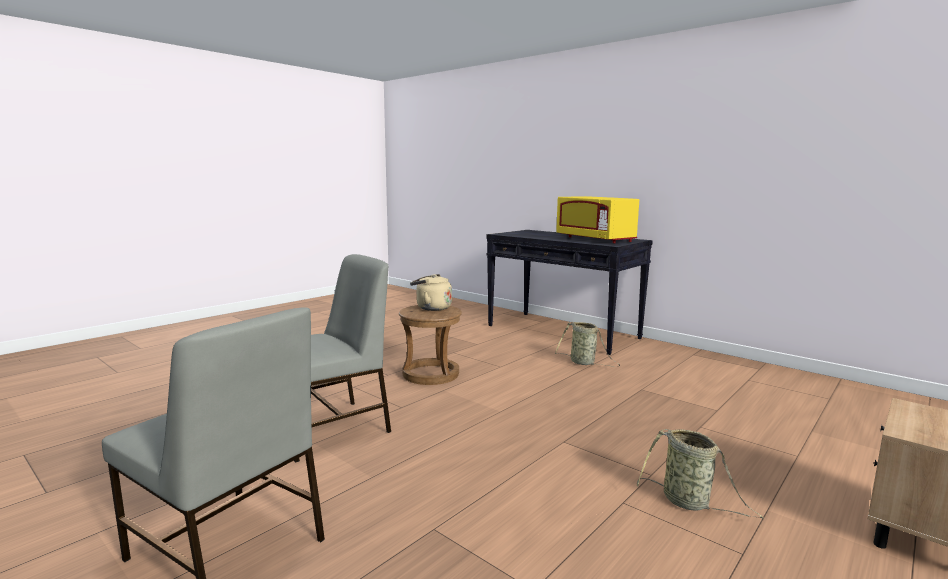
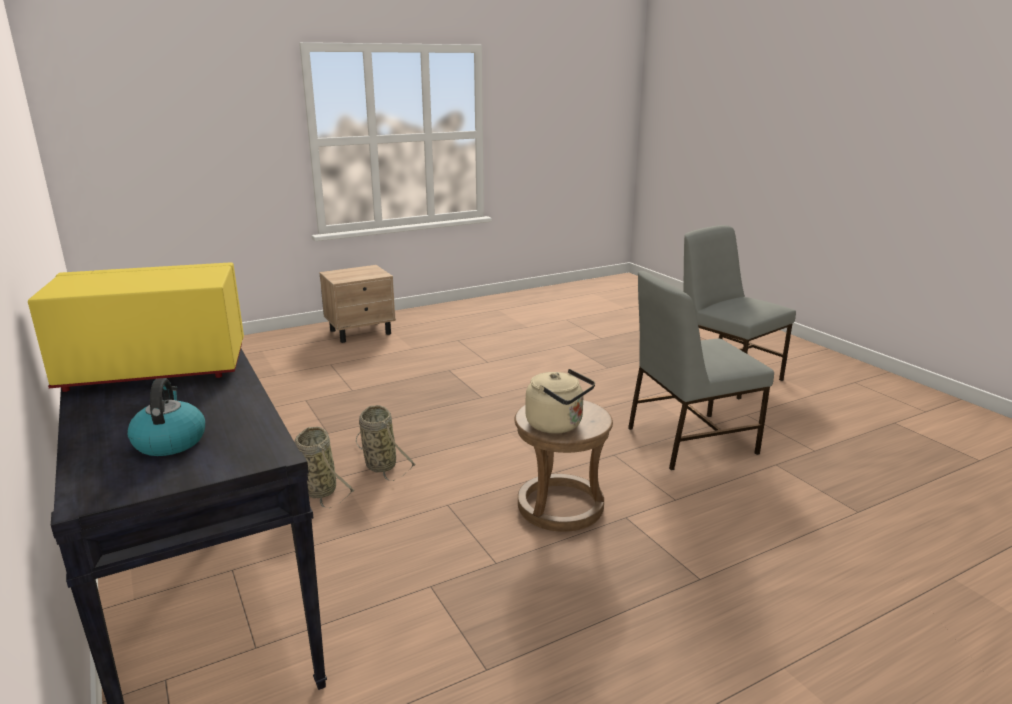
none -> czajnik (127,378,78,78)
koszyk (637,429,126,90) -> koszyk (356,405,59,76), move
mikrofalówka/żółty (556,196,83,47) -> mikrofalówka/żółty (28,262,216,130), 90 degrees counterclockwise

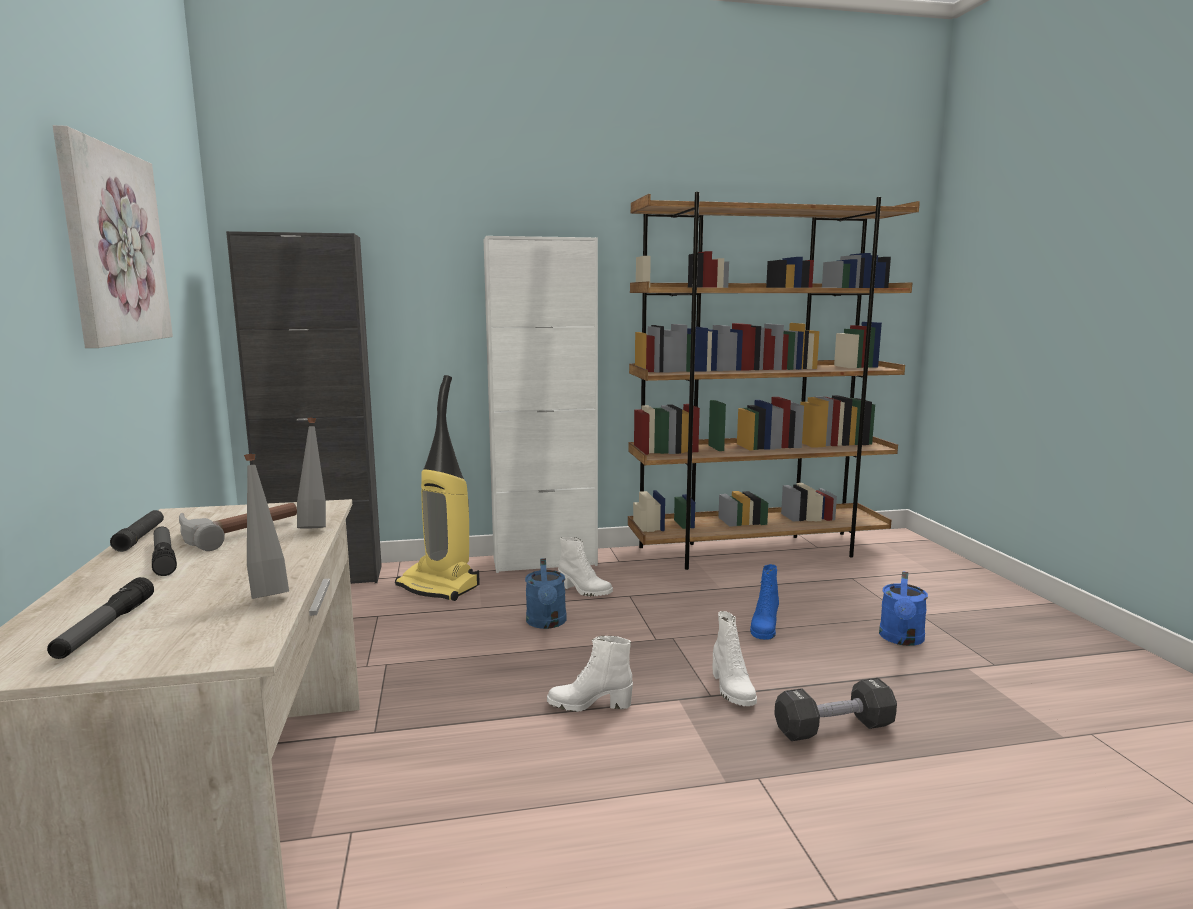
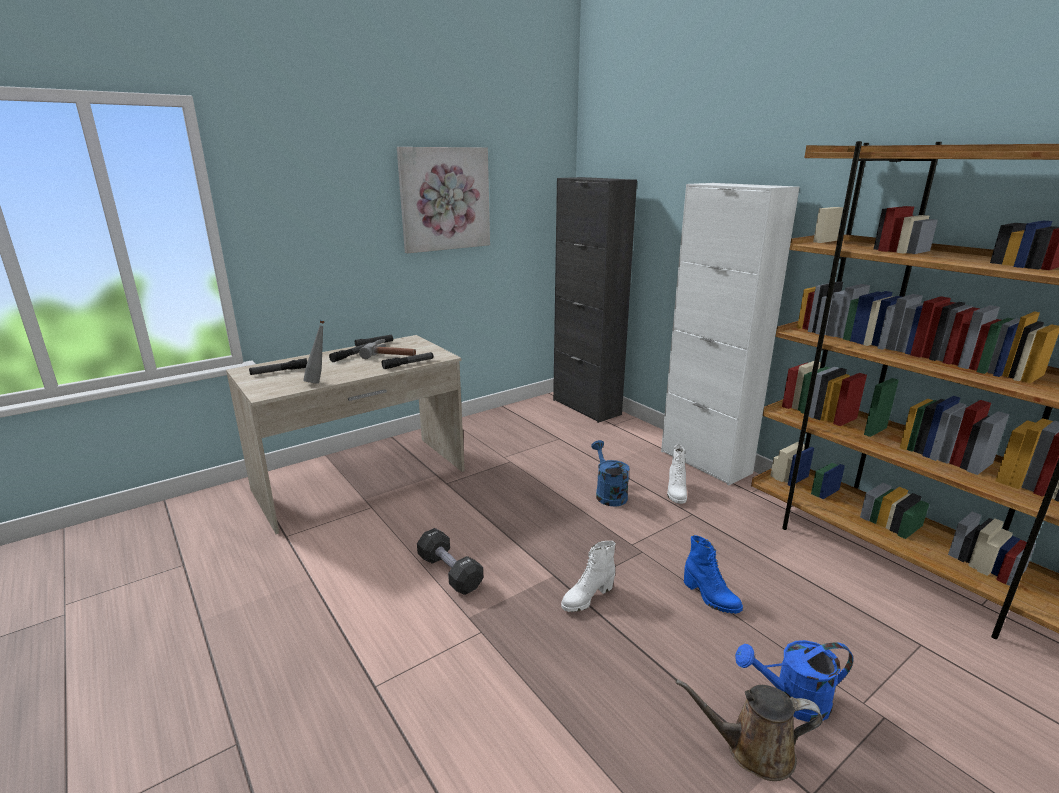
odkurzacz (395,375,85,226) -> none
but z cholewką/biały (547,636,86,76) -> none
none -> konewka/brązowy (676,679,147,102)
hantel/czarny (774,678,123,63) -> hantel/czarny (417,528,66,67), move
butelka/szary (297,418,29,111) -> latarka (382,352,51,17)
konewka/niebieski (525,558,42,71) -> konewka/niebieski (591,440,39,67), 105 degrees clockwise
but z cholewką/niebieski (750,564,29,76) -> but z cholewką/niebieski (684,535,59,79), 120 degrees counterclockwise

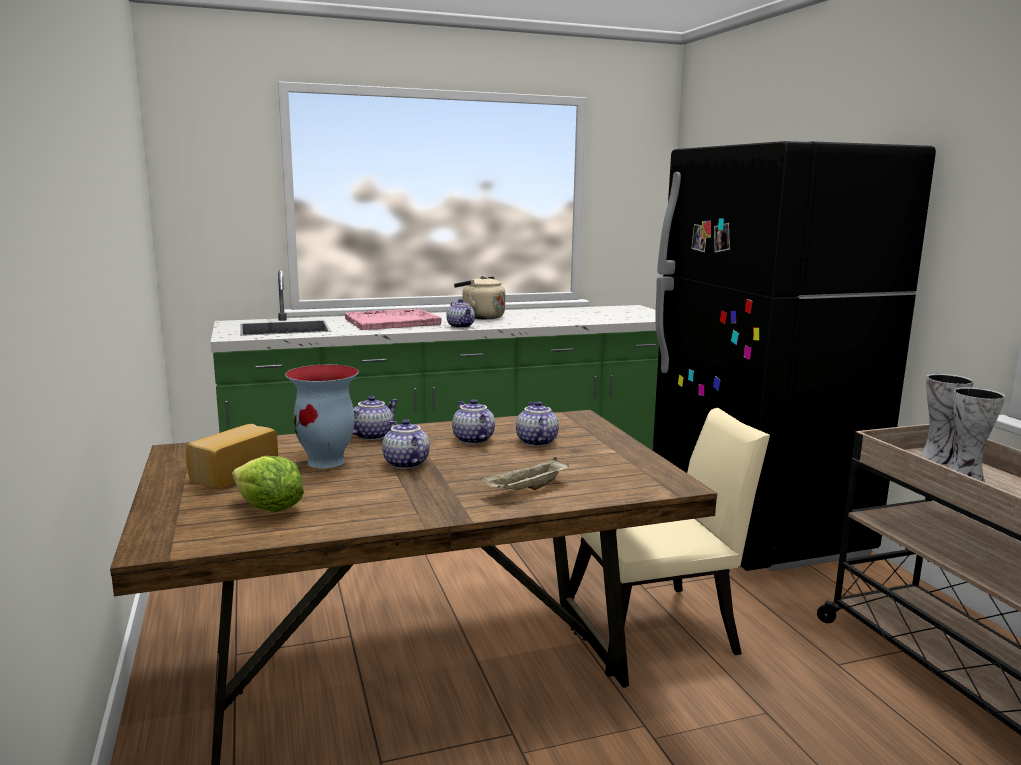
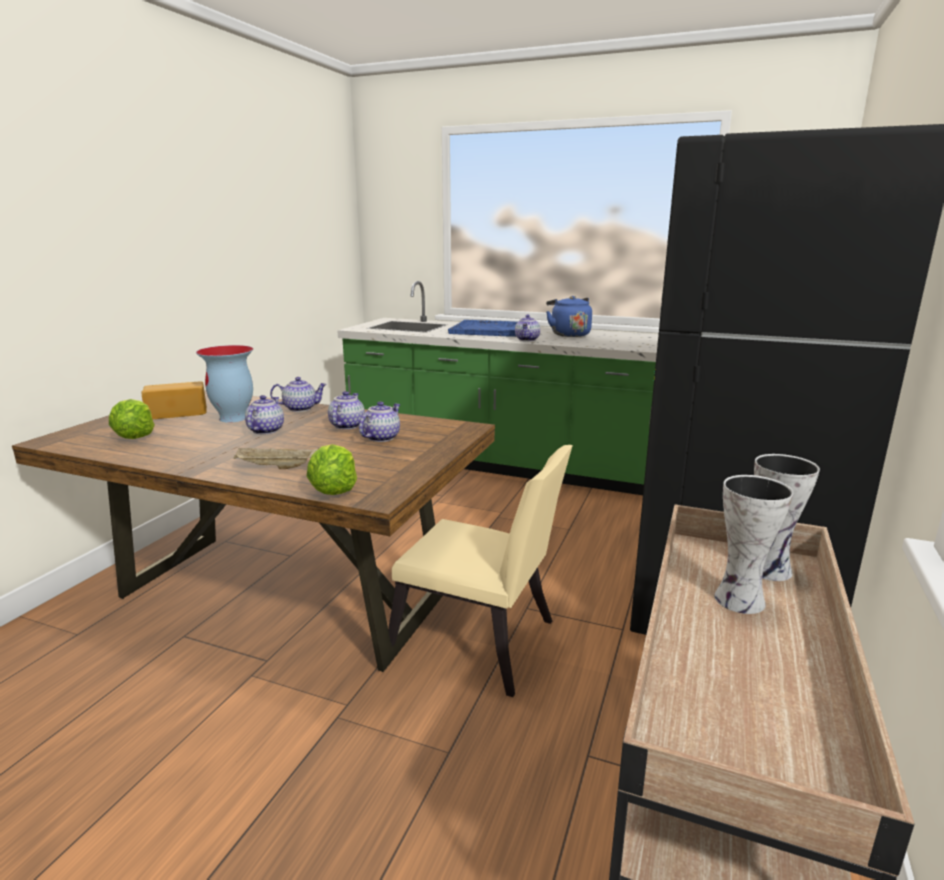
none -> sałata (307,444,50,51)
taca/różowy (345,309,97,21) -> taca/niebieski (448,320,69,17)
czajnik/beżowy (454,275,51,44) -> czajnik/niebieski (546,296,46,41)

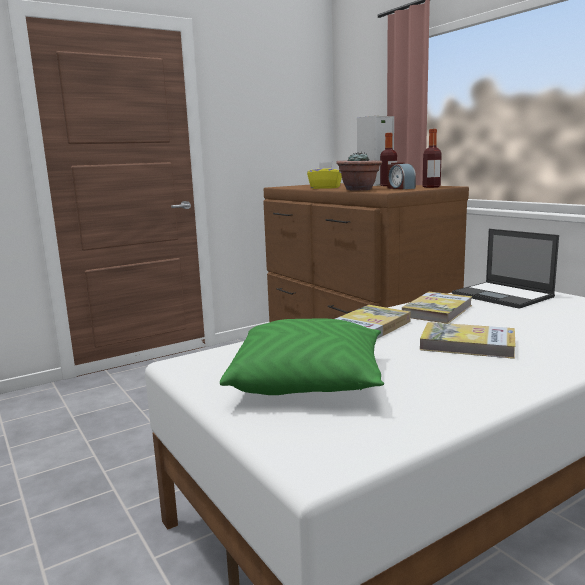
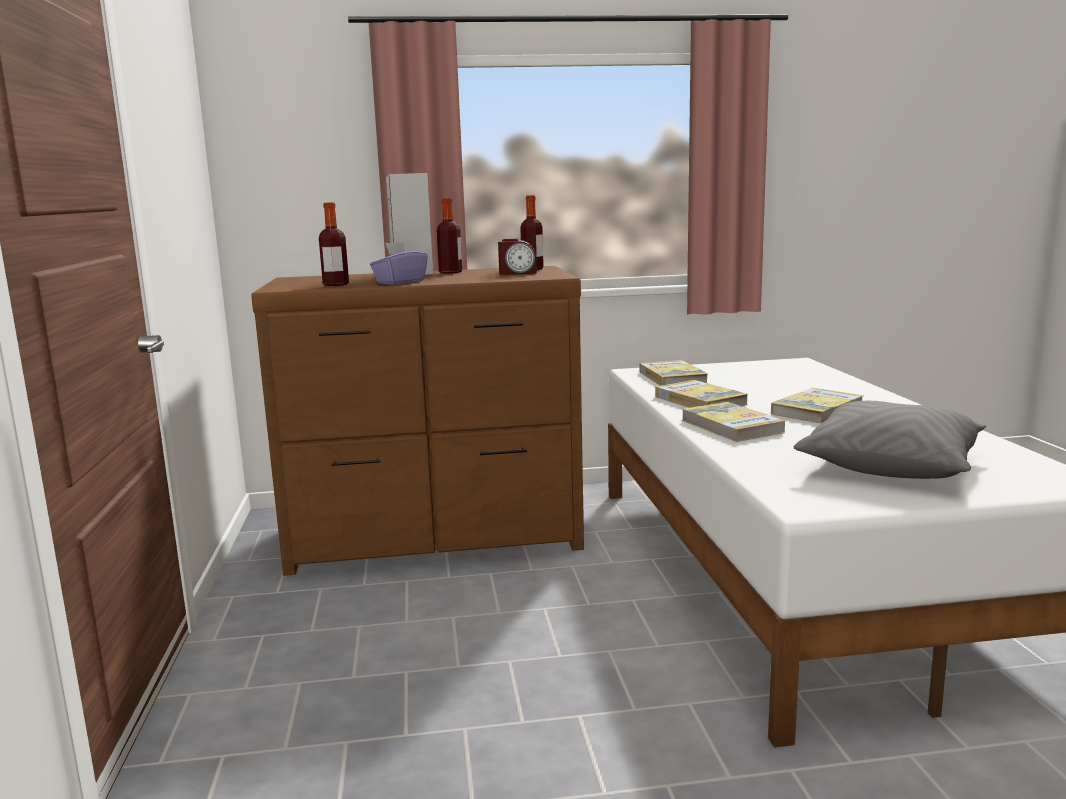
roślina doniczkowa (336,152,46,38) -> none
none -> butelka (319,202,30,84)
laptop (452,229,107,80) -> książka (640,360,68,26)
poduszka/zielony (220,318,164,77) -> poduszka/szary (794,401,192,78)
pudełko chusteczek/żółty (307,162,35,27) -> pudełko chusteczek/fioletowy (370,241,58,44)

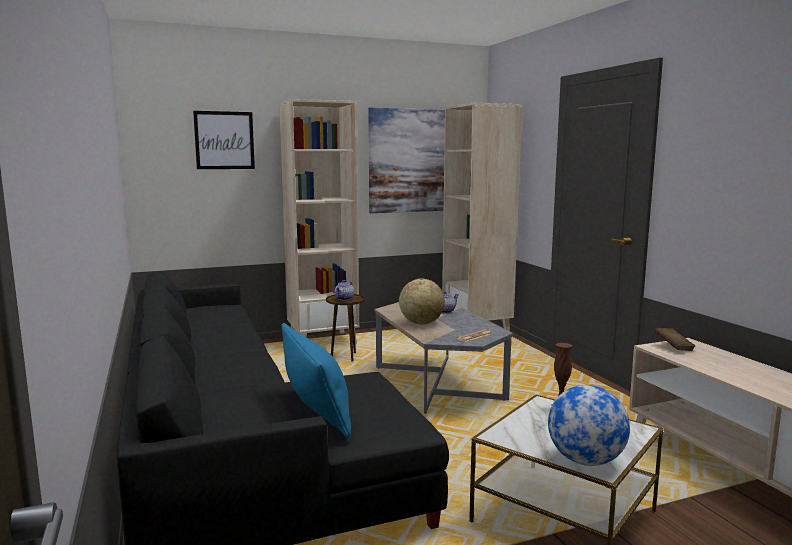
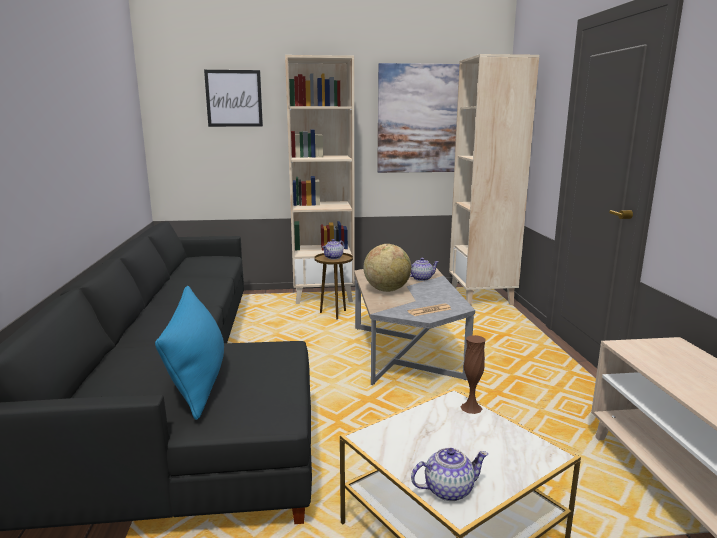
książka/brązowy (654,328,41,23) -> none
globus (548,385,82,81) -> imbryk (411,448,77,53)

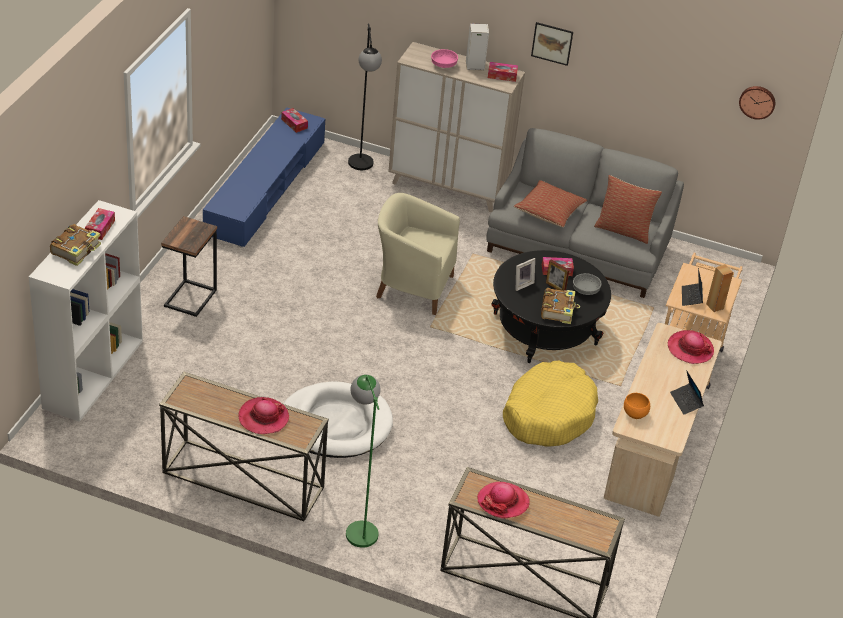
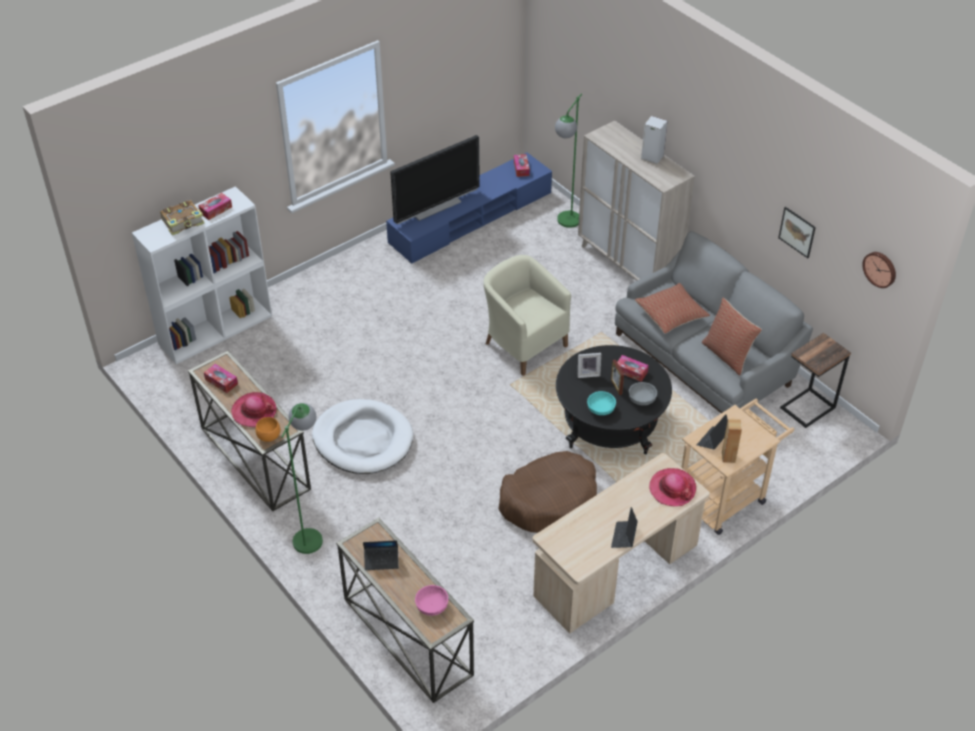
none -> telewizor (390,135,90,89)
stolik (161,216,56,101) -> stolik (780,333,71,95), move
miska/różowy (431,49,27,19) -> miska/różowy (415,585,33,31), move
pudełko chusteczek (488,62,30,20) -> pudełko chusteczek (204,364,34,29), move
obraz (531,22,42,44) -> obraz (778,207,38,51), move
miska/pomarańczowy (624,393,26,26) -> miska/pomarańczowy (256,417,24,25), move
kapelusz (477,482,53,37) -> laptop (363,540,36,30)
książka (541,288,39,36) -> miska/turkusowy (587,391,29,24)
lampa stojąca/czarny (348,23,34,147) -> lampa stojąca/zielony (555,93,27,135)
legowisko/żółty (503,361,95,85) -> legowisko/brązowy (498,451,99,82)

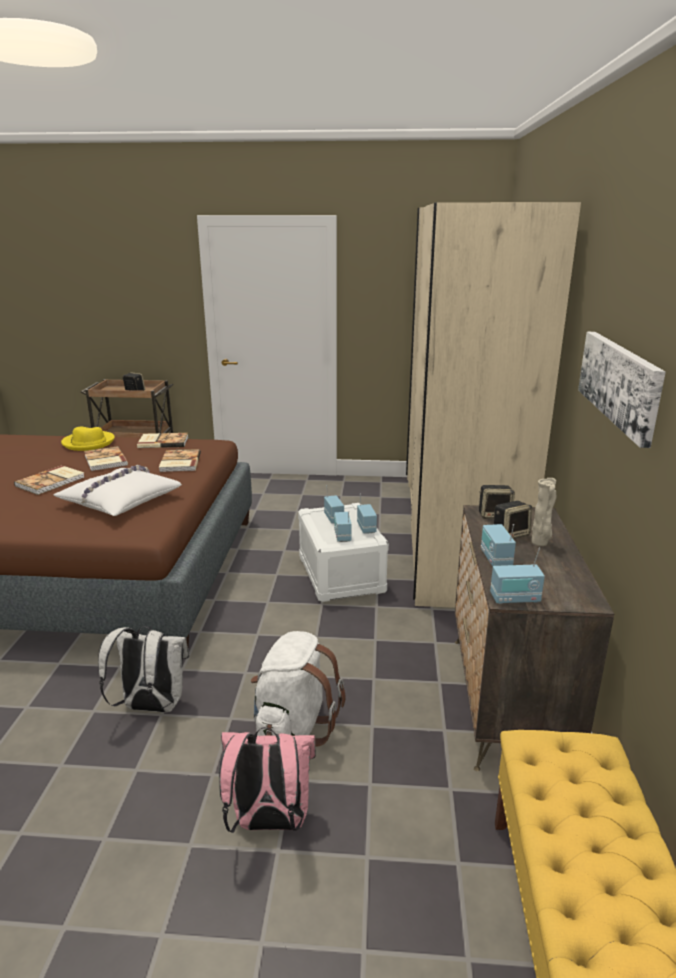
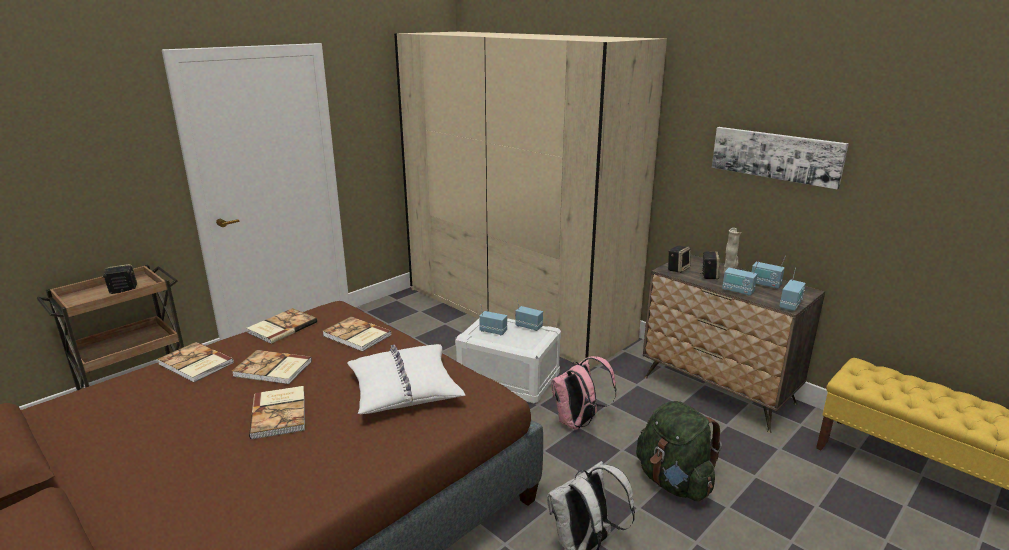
plecak/różowy (219,727,97,106) -> plecak/różowy (551,356,66,74), move
radio (334,511,18,31) -> radio (752,256,34,33), move
kapelusz/żółty (61,427,54,24) -> książka (157,342,77,41)
plecak/biały (251,631,95,116) -> plecak/zielony (636,401,86,101)

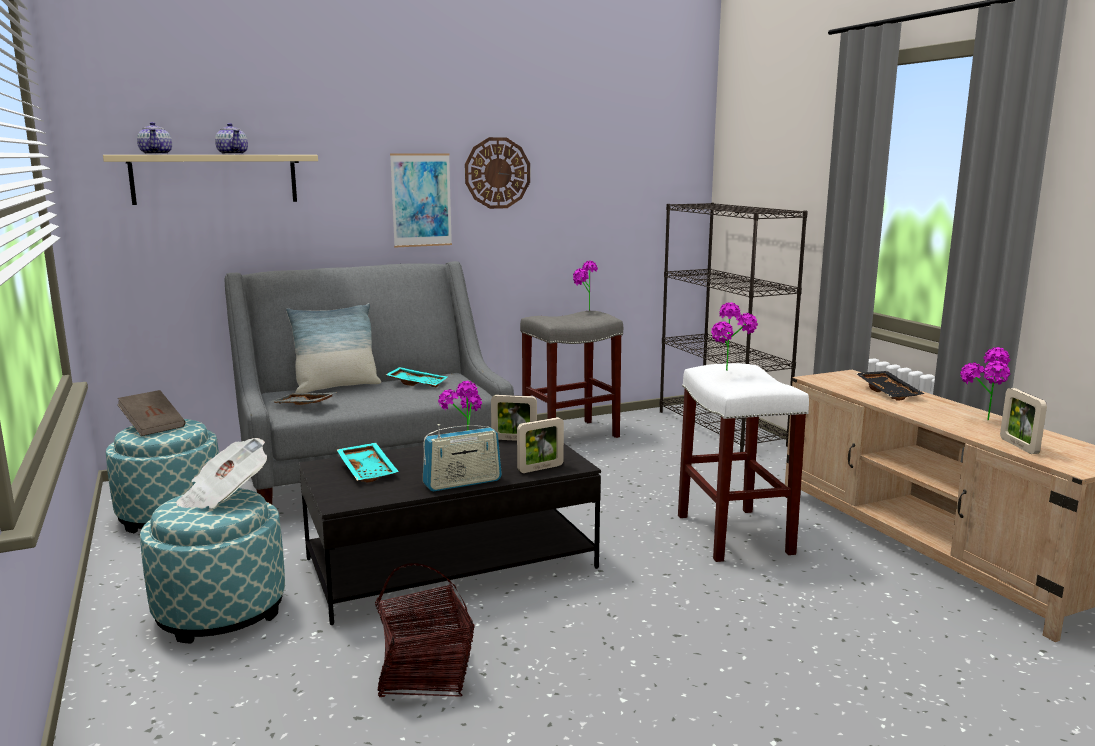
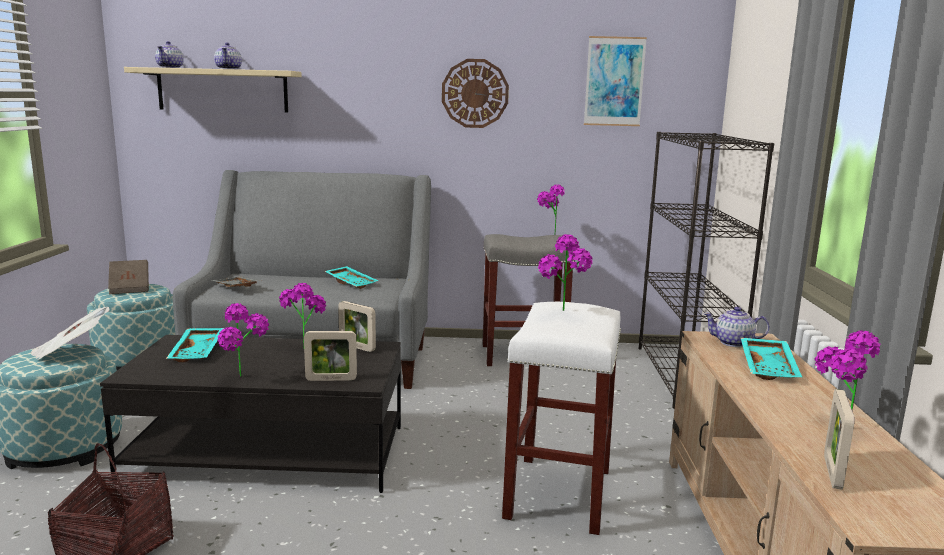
poduszka (286,303,95,90) -> none
none -> imbryk (703,307,67,40)
obraz (390,154,62,93) -> obraz (584,36,63,90), move
radio (423,424,79,67) -> roślina doniczkowa (217,303,52,74)
taca/czarny (856,371,69,30) -> taca/turkusowy (741,338,61,42)

